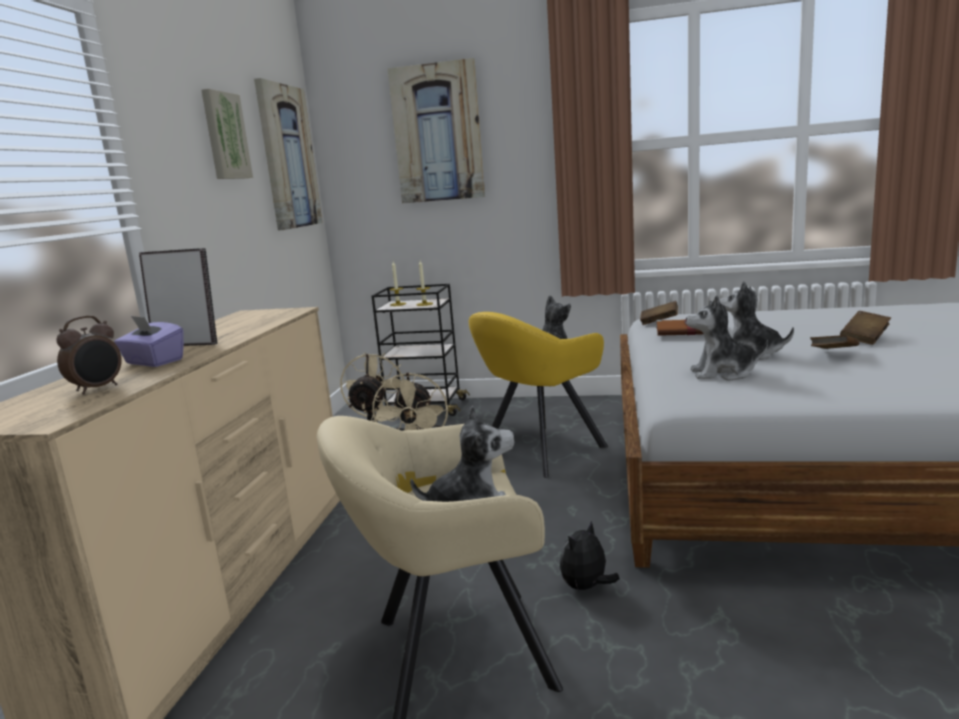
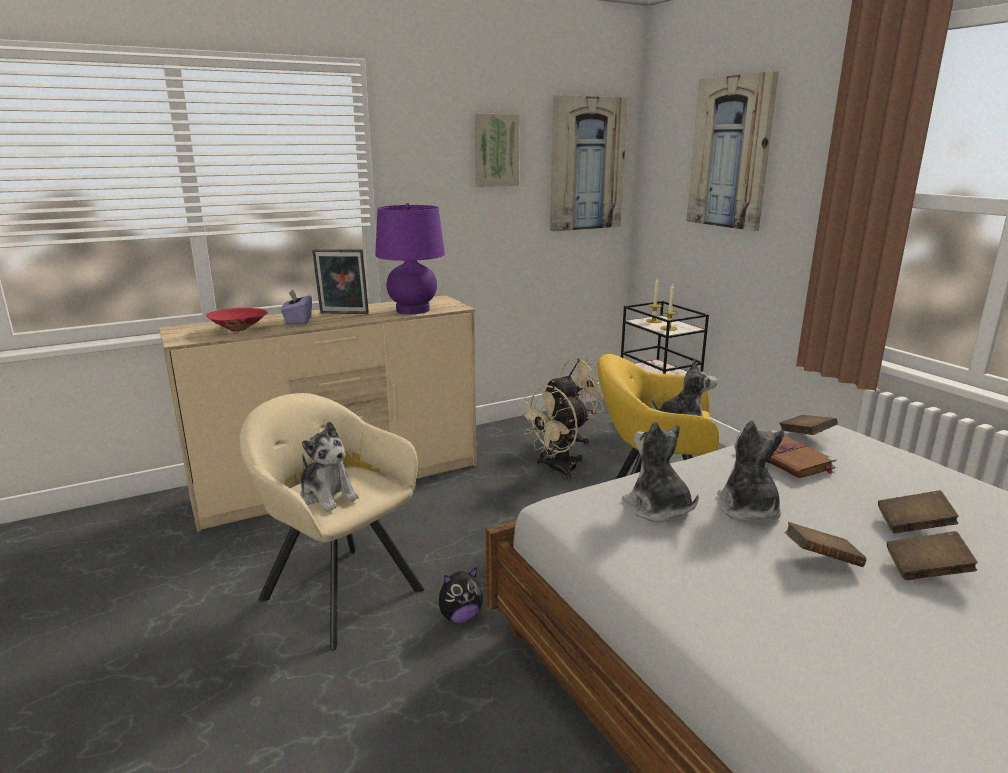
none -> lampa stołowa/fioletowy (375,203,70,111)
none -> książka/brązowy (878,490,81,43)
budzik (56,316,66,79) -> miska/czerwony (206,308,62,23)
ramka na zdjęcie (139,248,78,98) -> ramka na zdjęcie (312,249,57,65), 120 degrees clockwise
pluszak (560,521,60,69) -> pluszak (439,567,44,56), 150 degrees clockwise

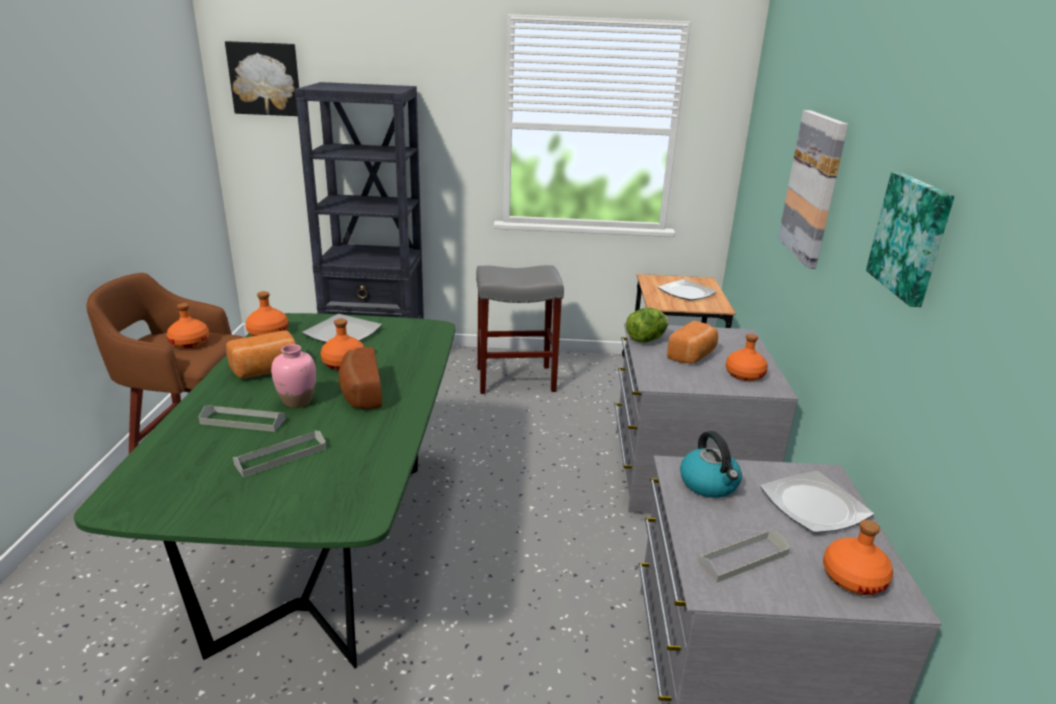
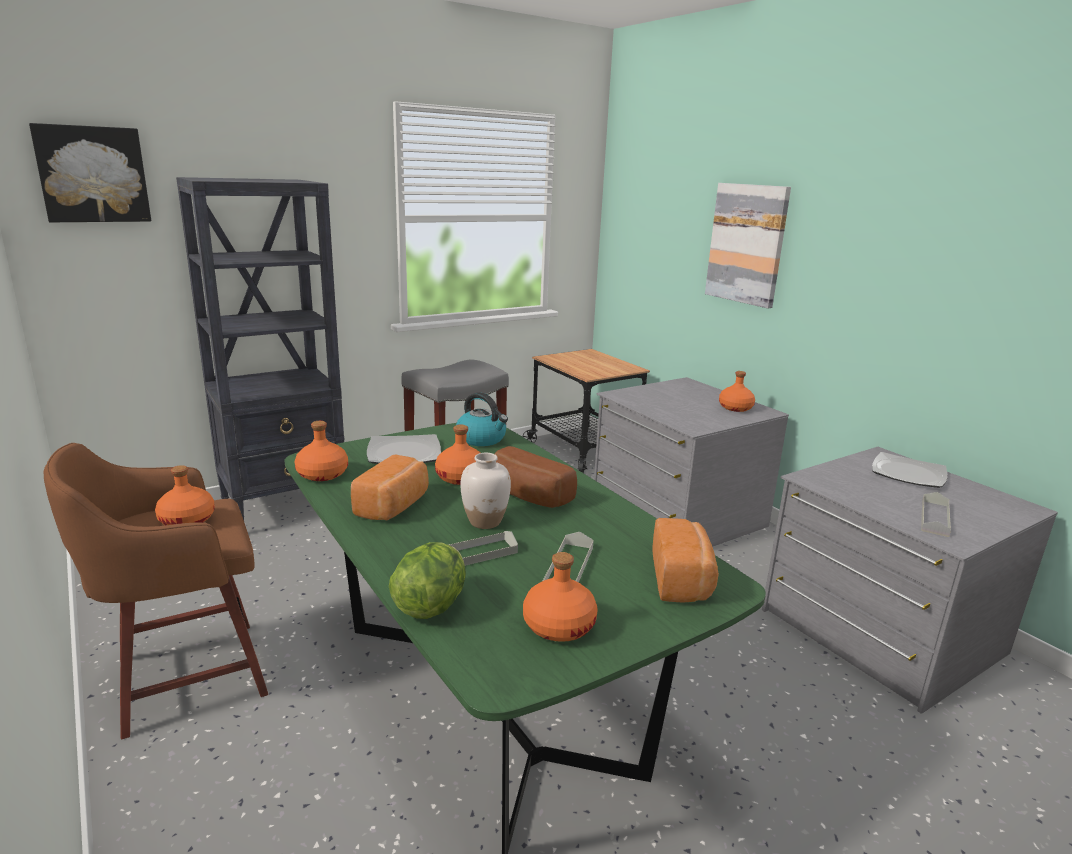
talerz (658,279,59,22) -> none
obraz (866,172,89,135) -> none
sałata (626,308,43,35) -> sałata (389,542,77,77), move
chleb (667,321,51,43) -> chleb (653,518,66,85), move
czajnik (680,431,62,67) -> czajnik (456,392,52,54), move
butelka/pomarańczowy (823,520,70,75) -> butelka/pomarańczowy (523,552,75,90), move
wazon/różowy (271,344,45,64) -> wazon/biały (460,453,51,76)

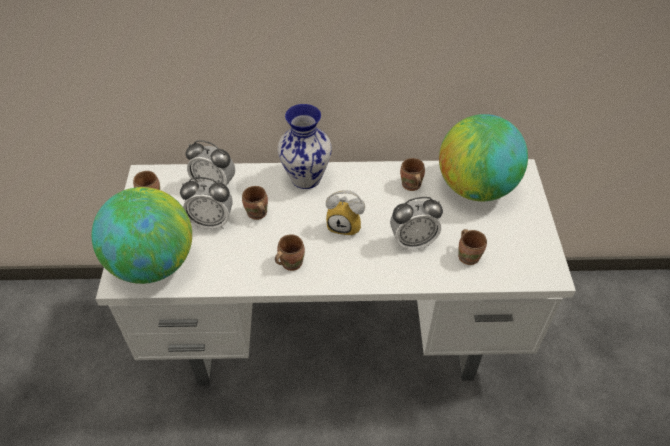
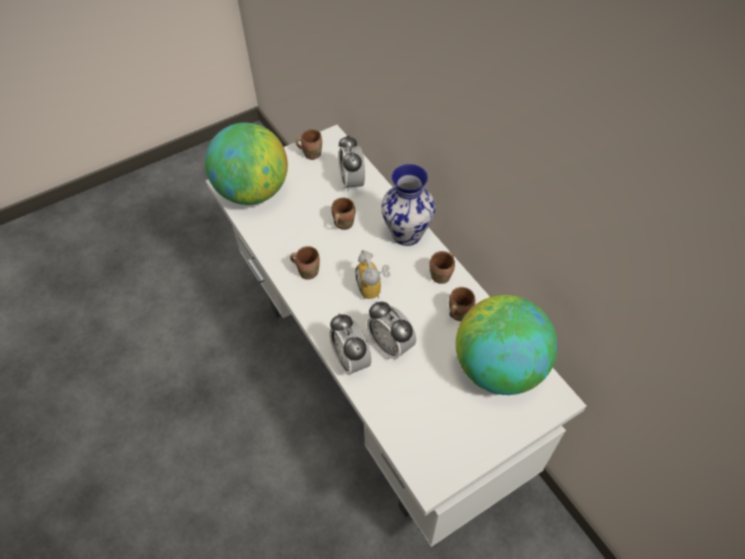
budzik (180,177,53,52) -> budzik (330,313,41,63), move
kubek/brązowy (458,229,29,36) -> kubek/brązowy (429,251,26,33), move

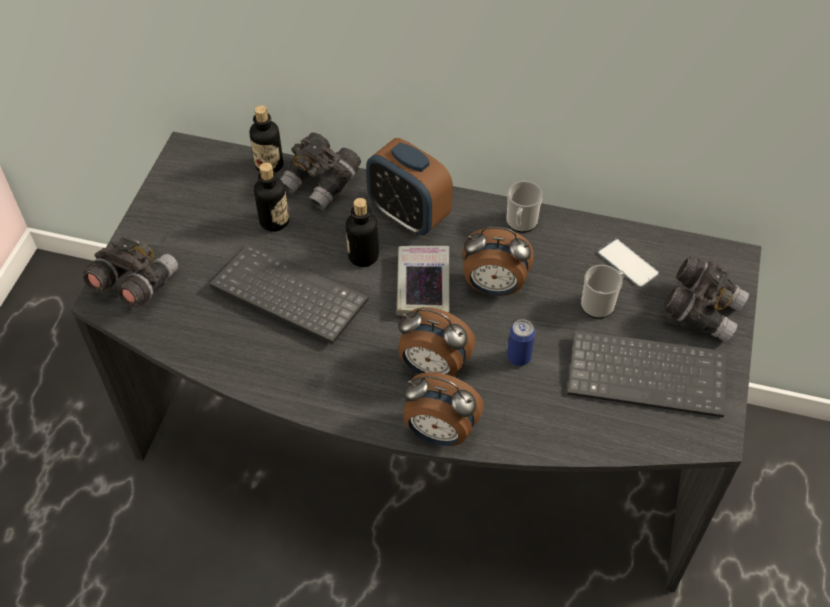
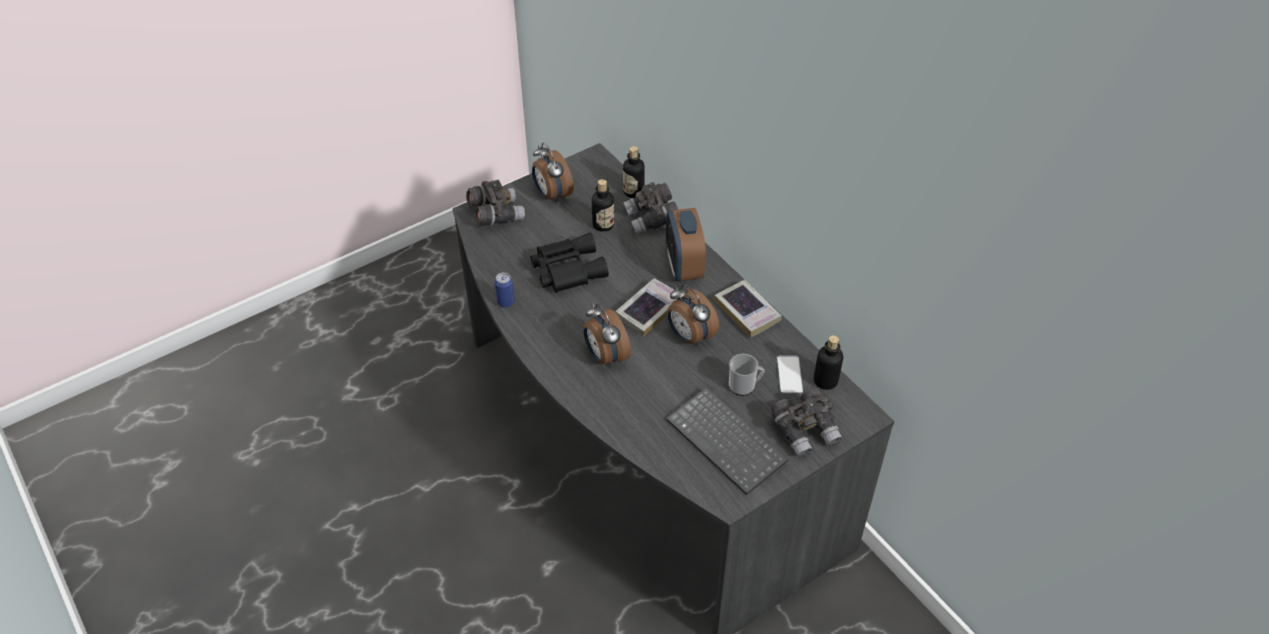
butelka (346,198,33,69) -> butelka (814,335,30,55), move
budzik (403,372,81,74) -> budzik (532,143,42,60), move
puszka (507,319,28,47) -> puszka (495,273,19,35), move
klawiatura (210,243,159,101) -> lornetka/czarny (531,233,78,60)
kubek (506,181,37,51) -> książka (715,280,67,58)

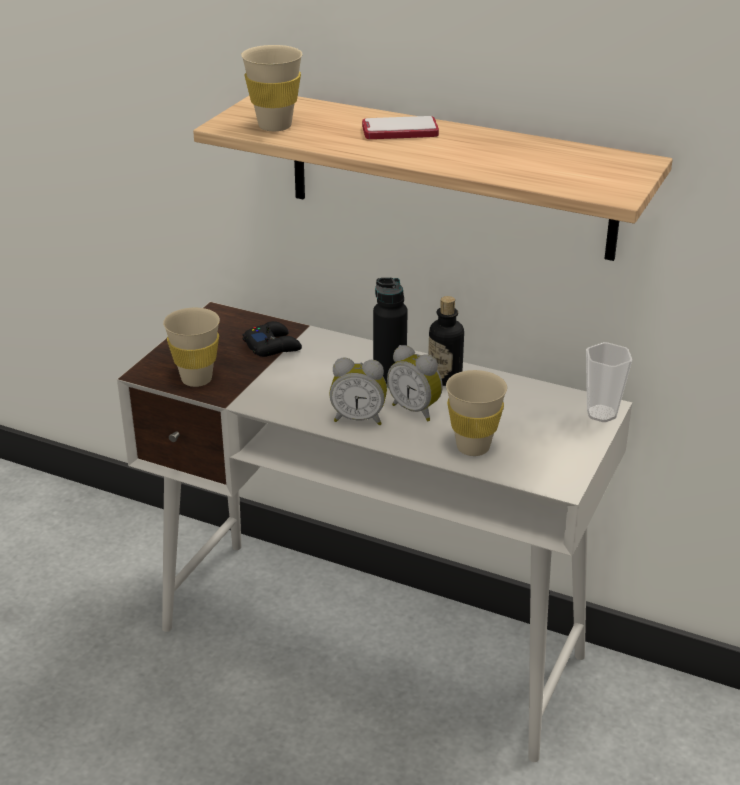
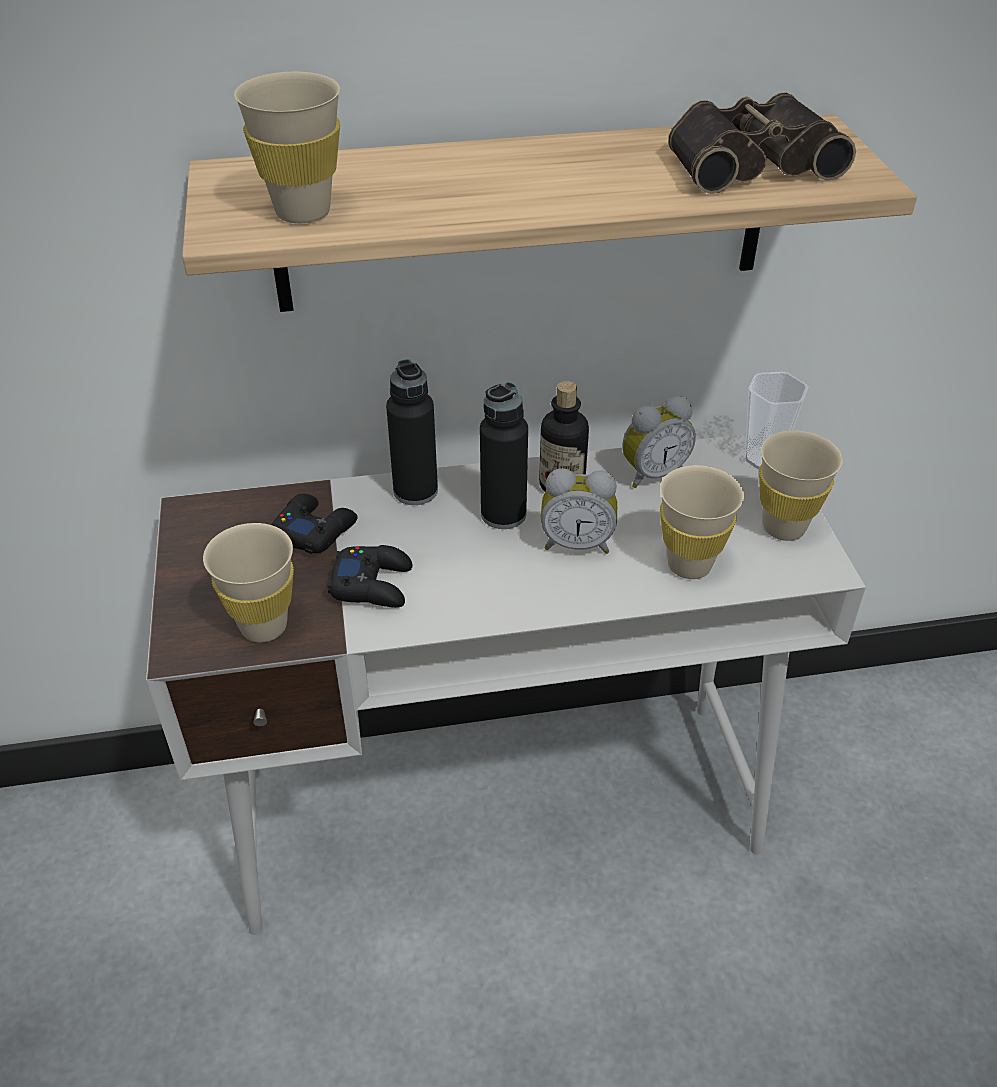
telefon (362,116,77,23) -> none
none -> pad do gier/czarny (328,545,84,63)
none -> butelka/czarny (386,359,52,146)
none -> lornetka (668,92,188,102)
none -> filiżanka/beżowy (759,430,84,111)
budzik (329,358,58,67) -> budzik (622,396,74,92), move

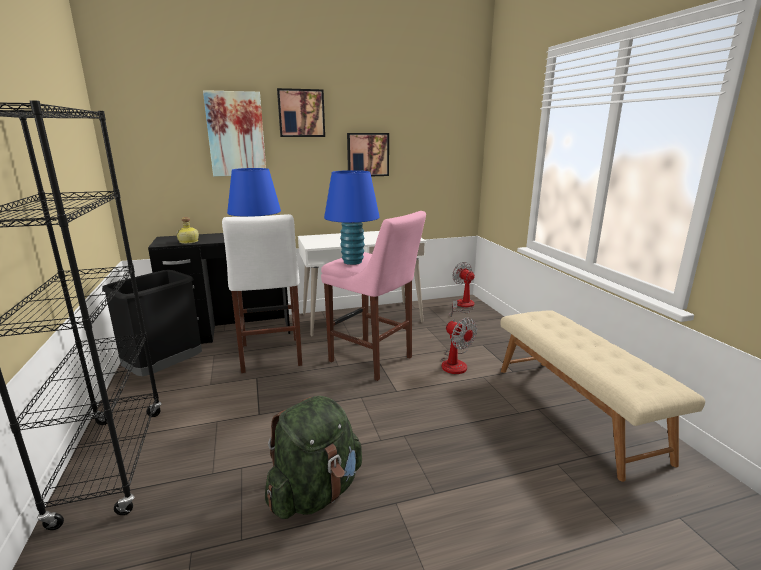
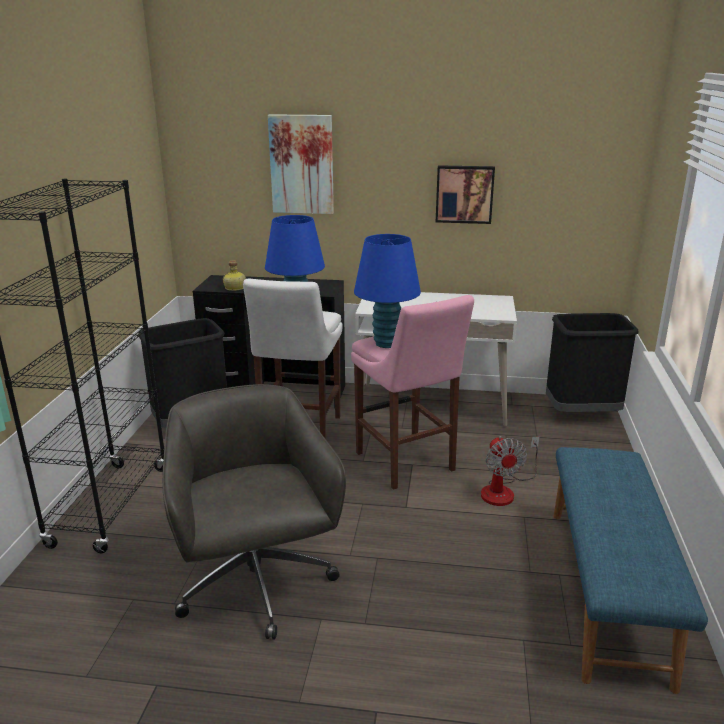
obraz (277,88,48,49) -> none
plecak/zielony (265,396,97,123) -> krzesło biurowe/szary (162,384,184,256)
wentylator (449,262,26,55) -> kosz na śmieci/czarny (546,313,92,99)
ławka/beżowy (501,310,204,172) -> ławka/niebieski (554,447,154,247)

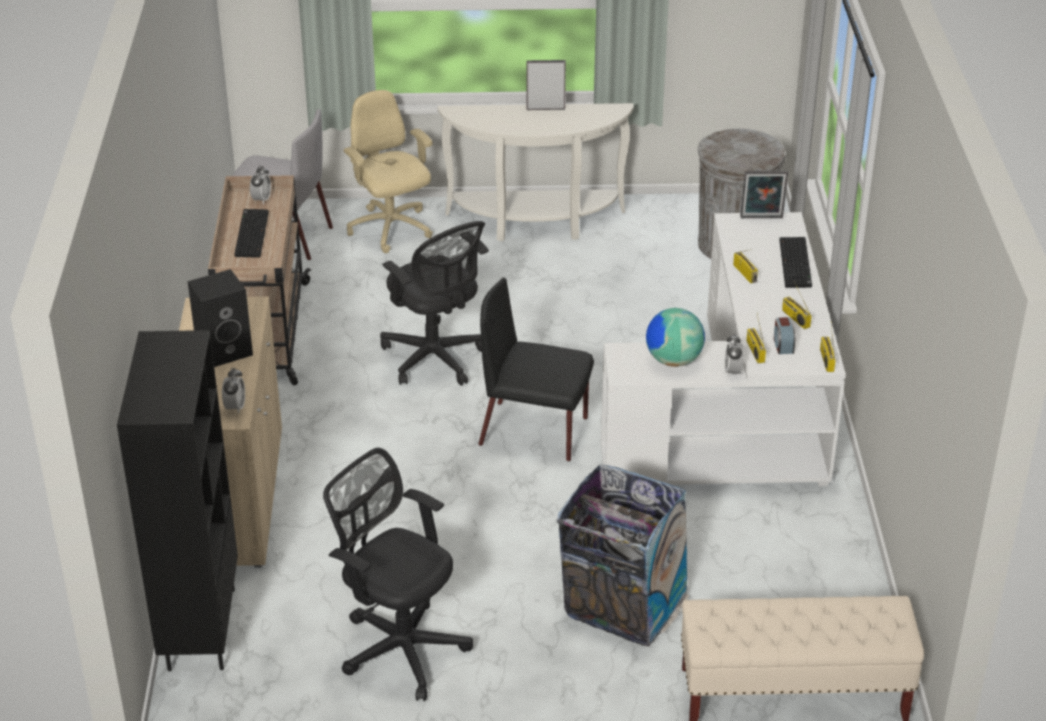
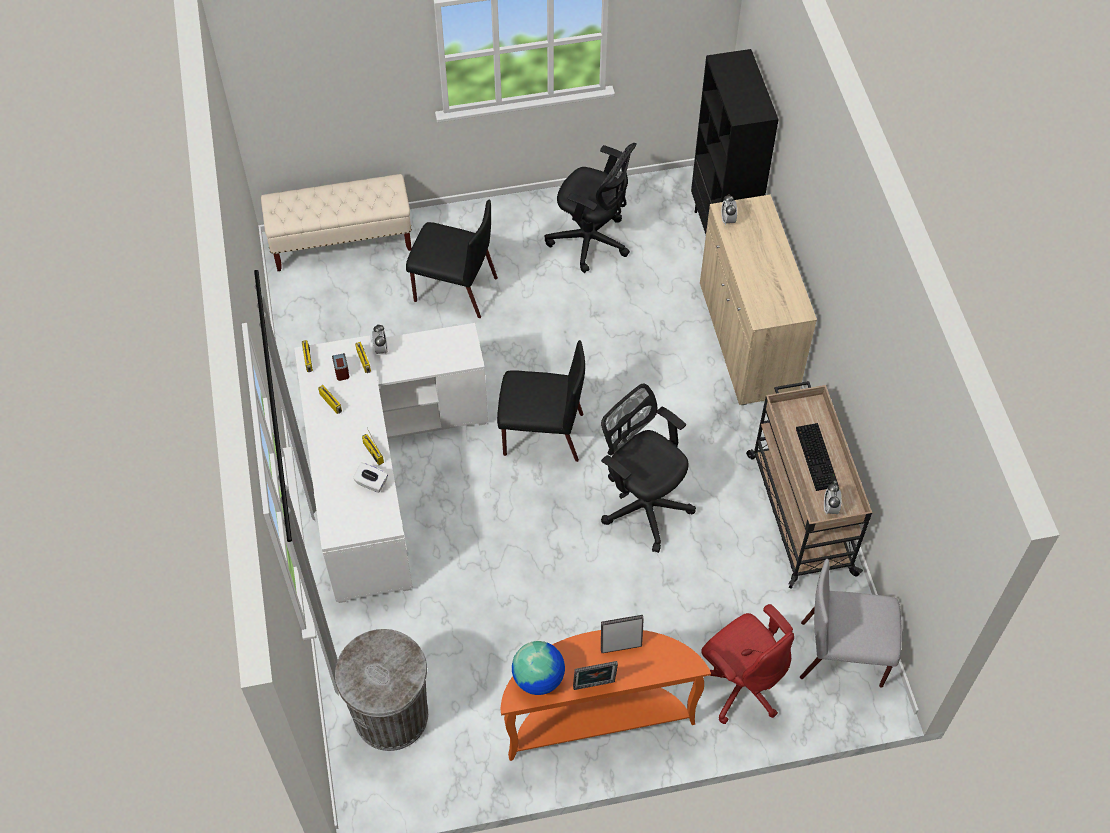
głośnik/czarny (188,269,65,98) -> none
klawiatura (779,237,33,51) -> none
none -> pudełko chusteczek/biały (353,462,35,31)
globus (646,308,59,59) -> globus (512,641,53,54), move
ramka na zdjęcie (740,171,48,47) -> ramka na zdjęcie (601,615,43,38), move
kosz na śmieci (556,465,133,182) -> krzesło/czarny (406,199,92,119)
krzesło biurowe/beżowy (344,90,89,163) -> krzesło biurowe/czerwony (701,604,93,120)
stolik konsolowy/biały (438,103,196,138) -> stolik konsolowy/pomarańczowy (501,630,210,131)

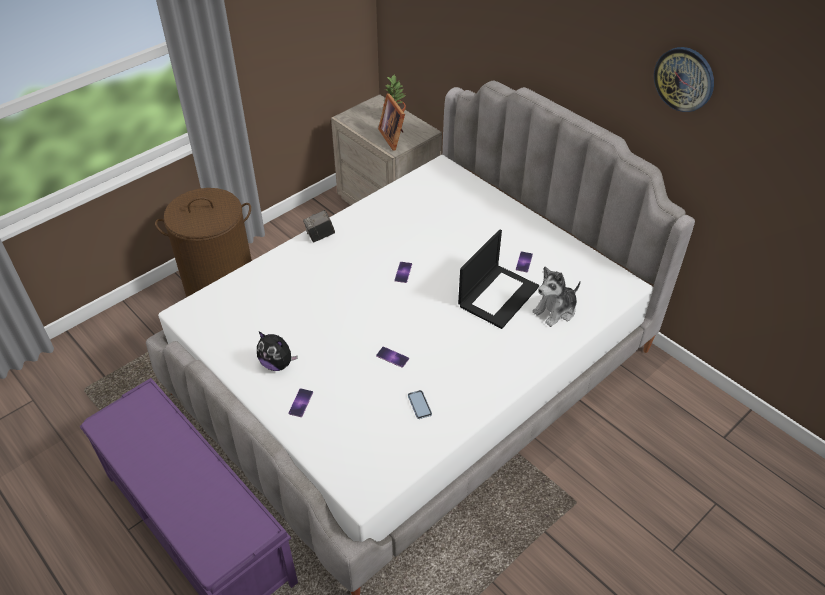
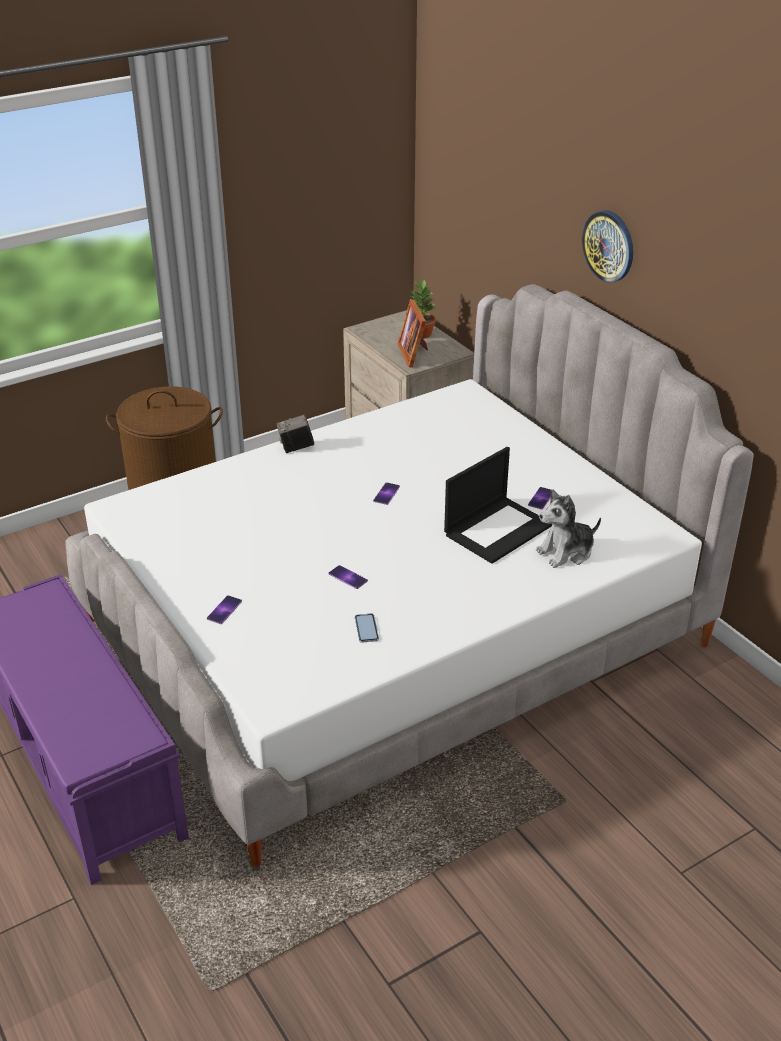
pluszak (257,331,41,40) -> none
zegar ścienny (654,47,60,65) -> zegar ścienny (582,210,51,73), move

